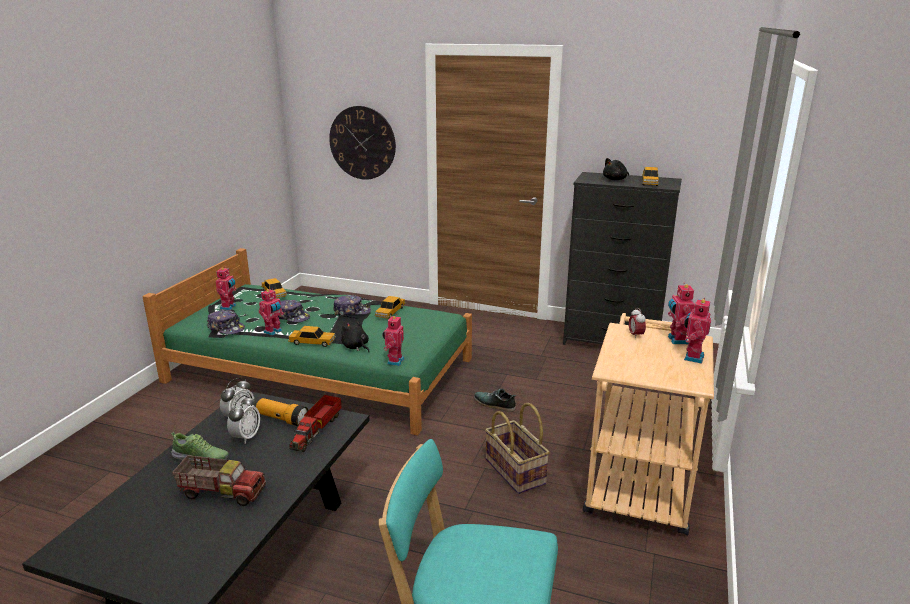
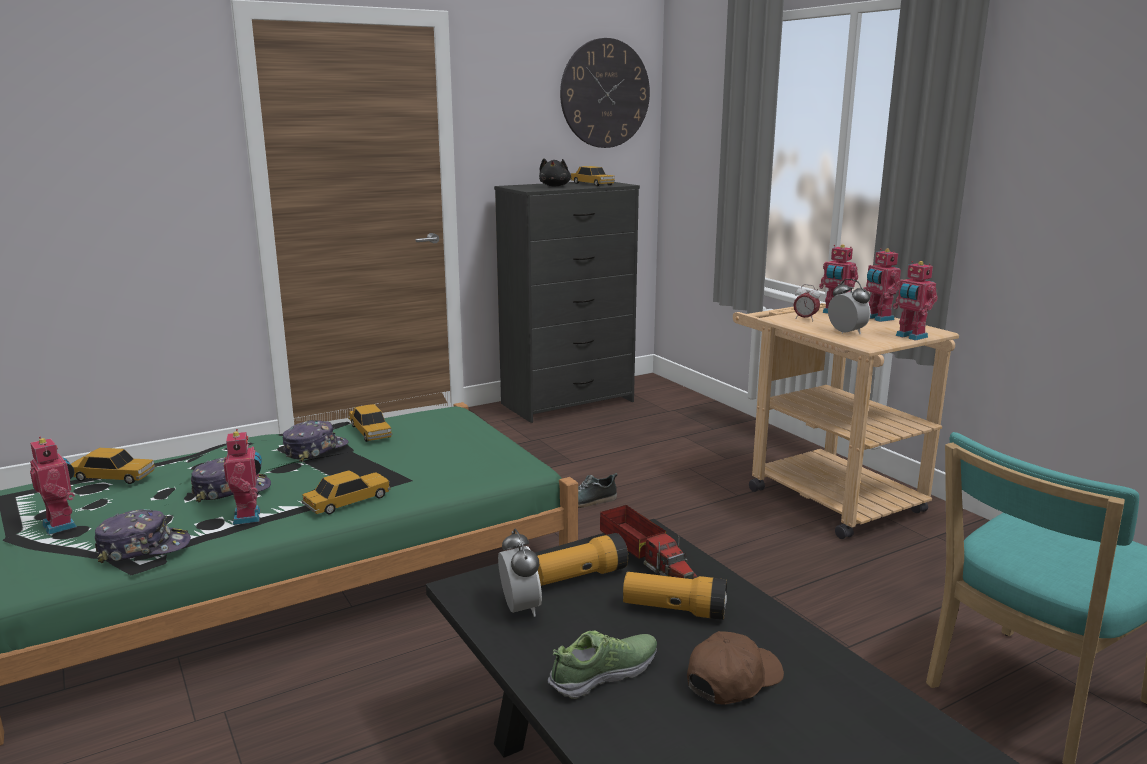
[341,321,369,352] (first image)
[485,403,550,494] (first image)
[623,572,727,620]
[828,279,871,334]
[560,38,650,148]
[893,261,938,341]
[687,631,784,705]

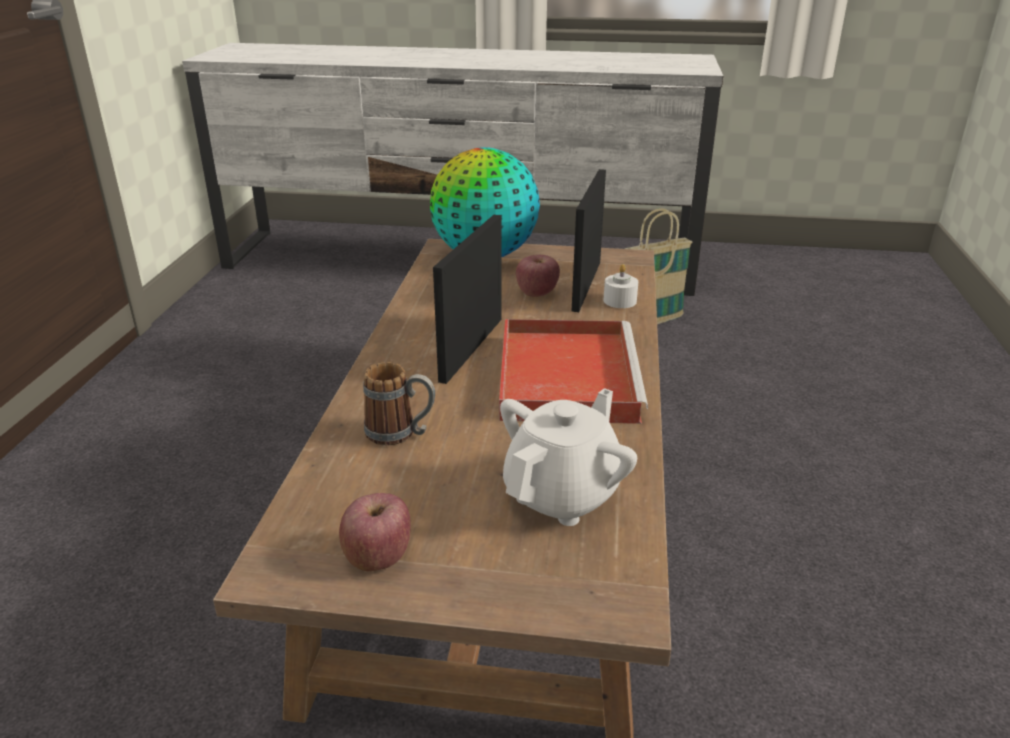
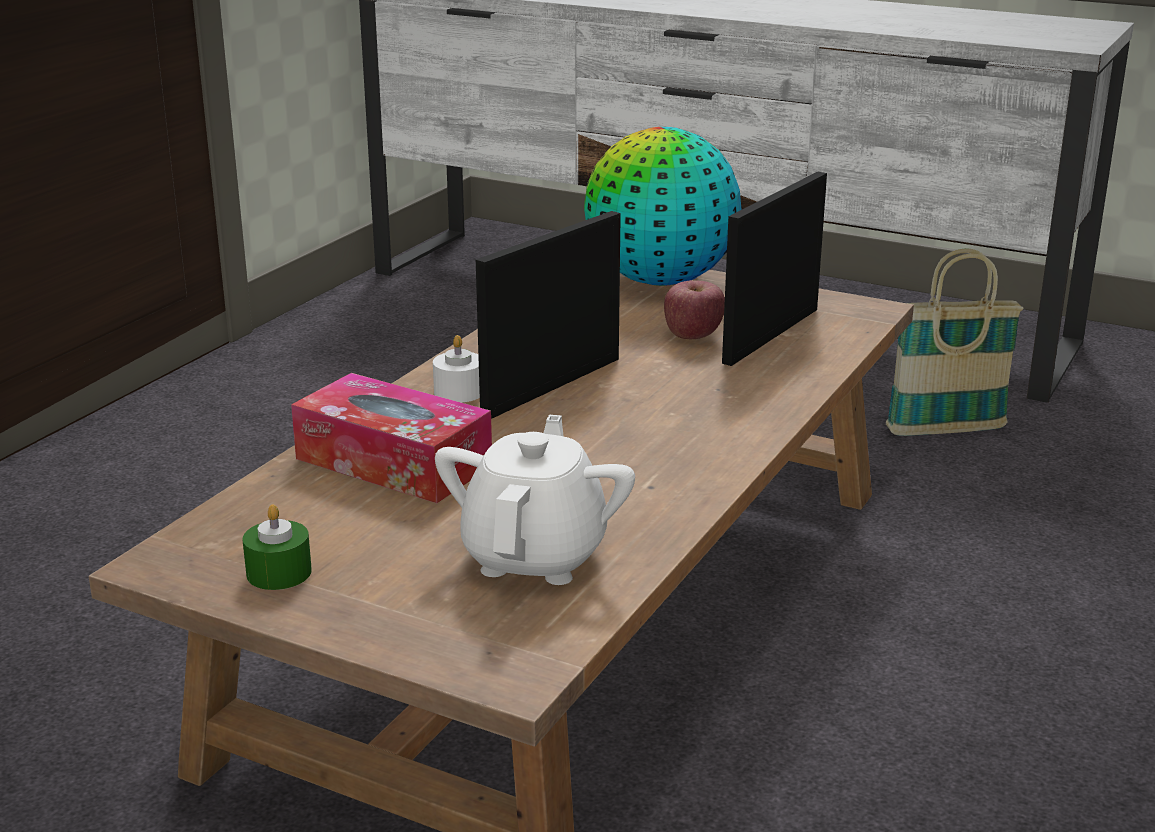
[499,319,648,424] (first image)
[433,335,480,402]
[242,504,312,590]
[291,373,492,503]
[435,415,635,585]

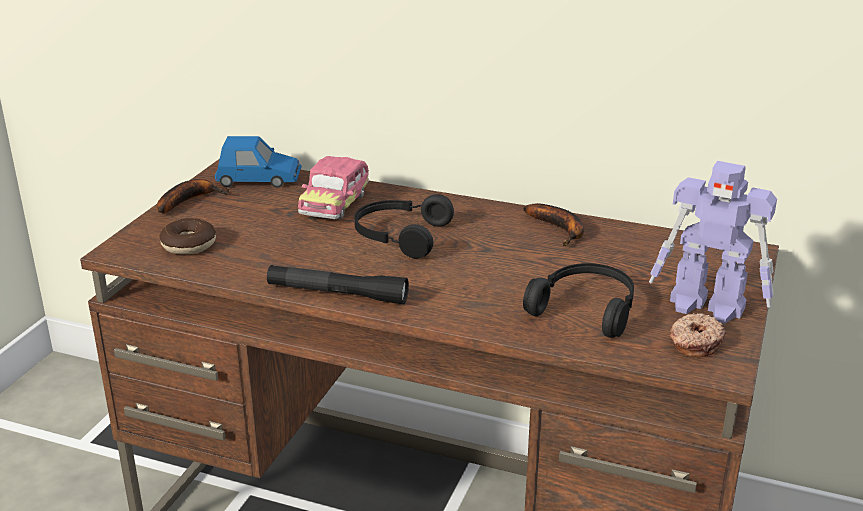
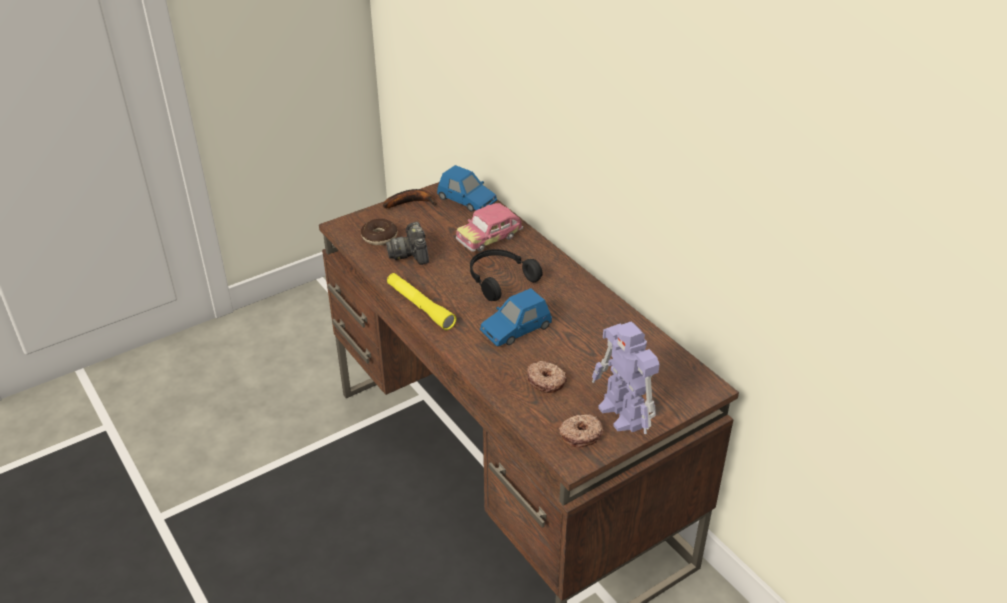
[523,203,584,246] (first image)
[386,222,429,265]
[480,288,552,346]
[527,361,567,393]
[387,273,456,330]

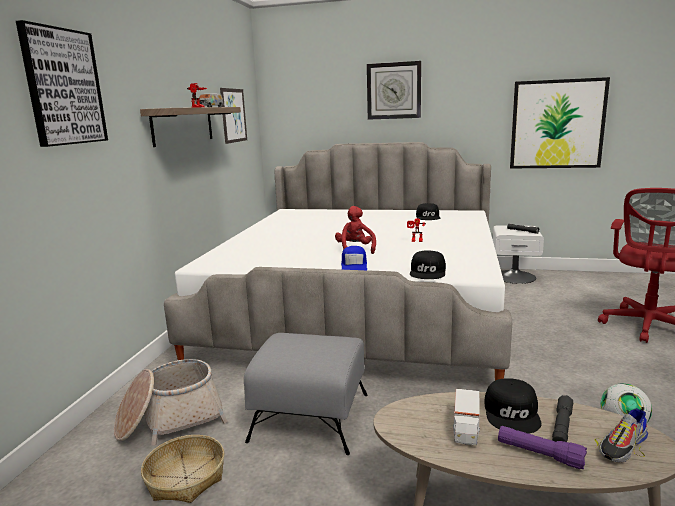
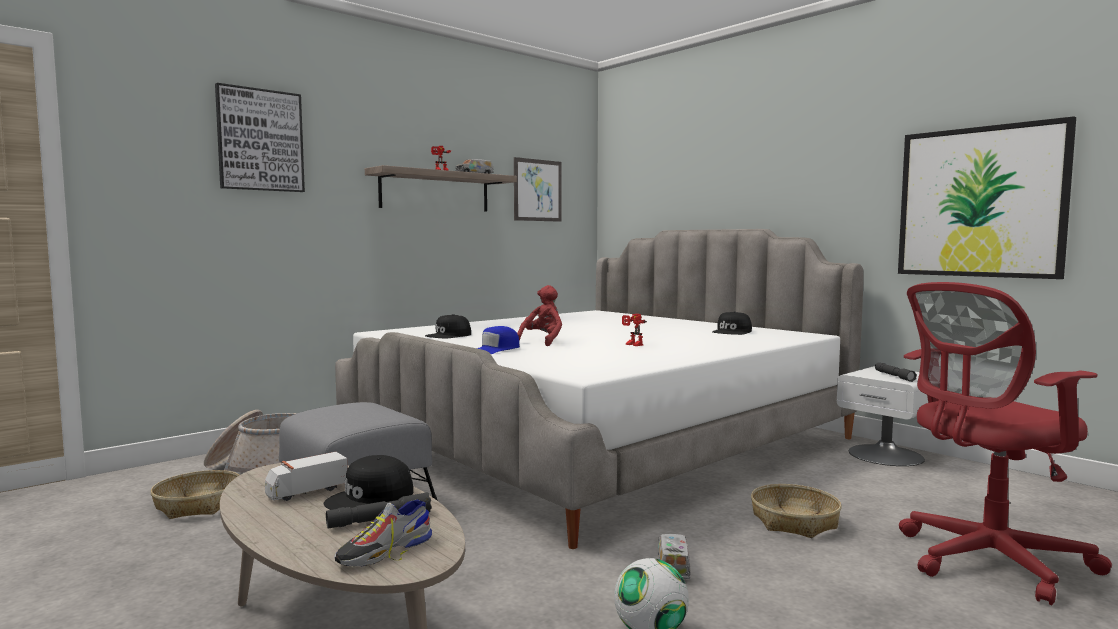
[367,61,421,120] (first image)
[498,426,587,469] (first image)
[658,534,690,579]
[751,484,842,538]
[425,314,471,338]
[334,498,432,566]

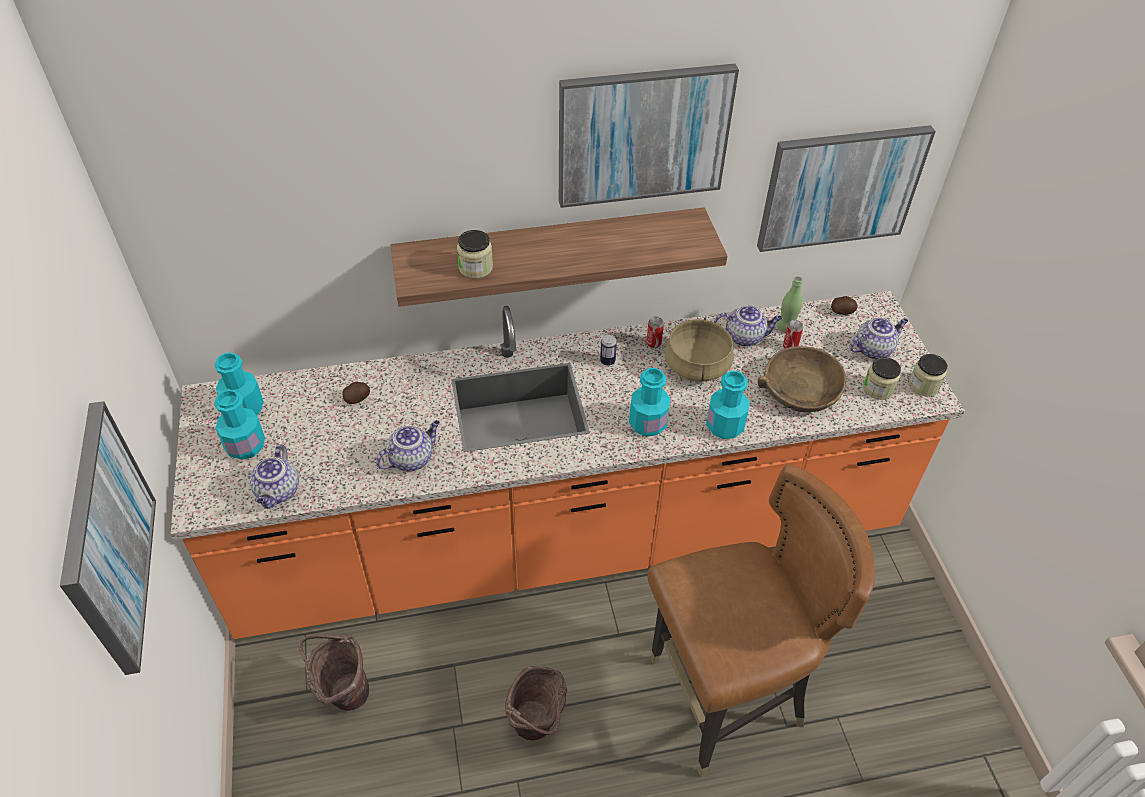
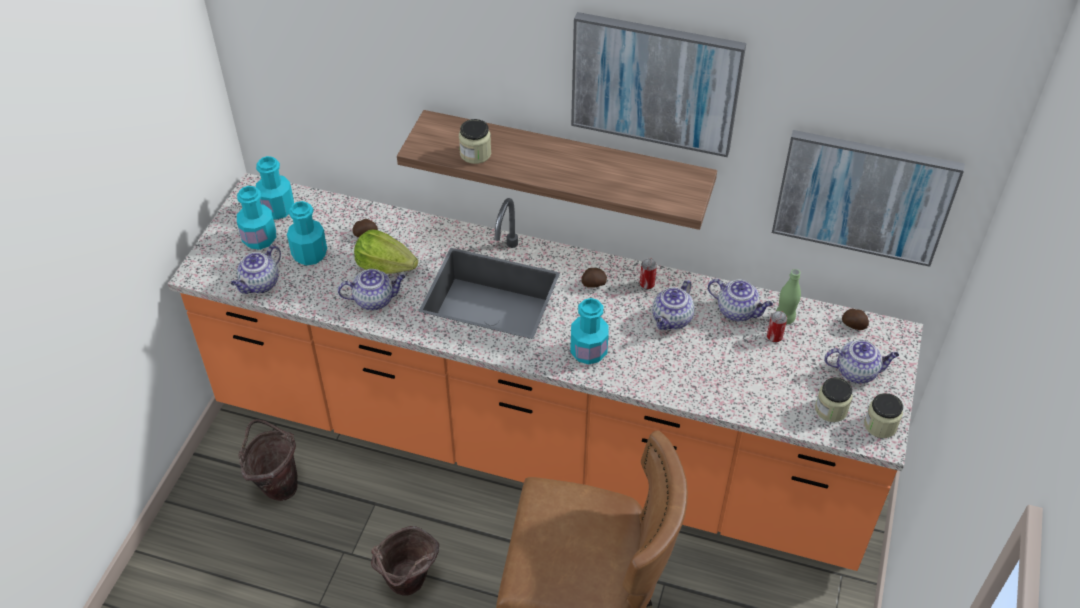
[60,401,156,675] (first image)
[758,346,846,412] (first image)
[354,229,418,274]
[287,201,327,266]
[581,268,607,287]
[652,280,695,330]

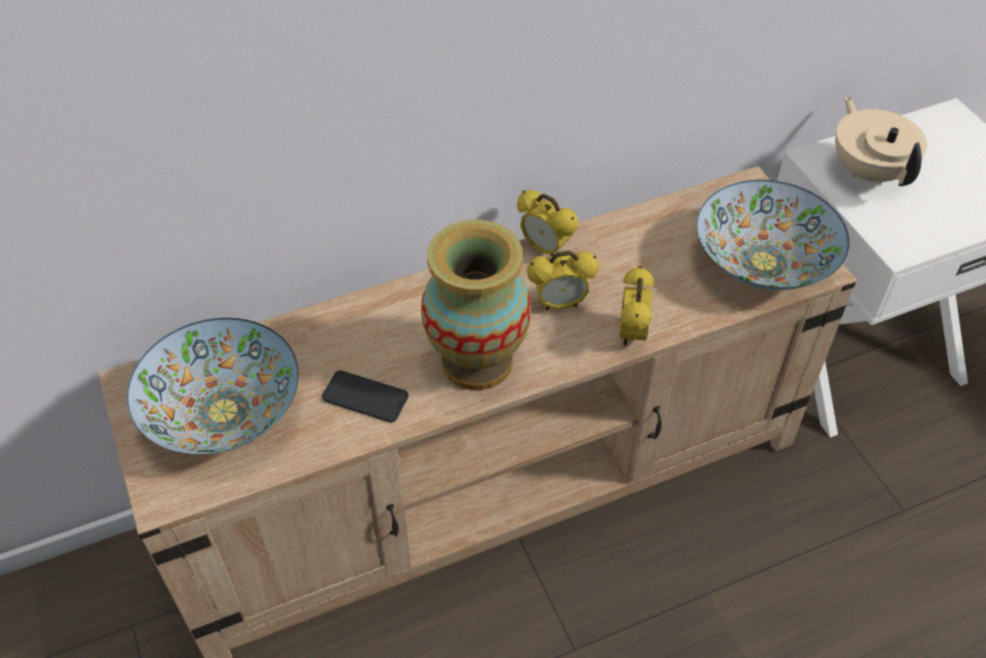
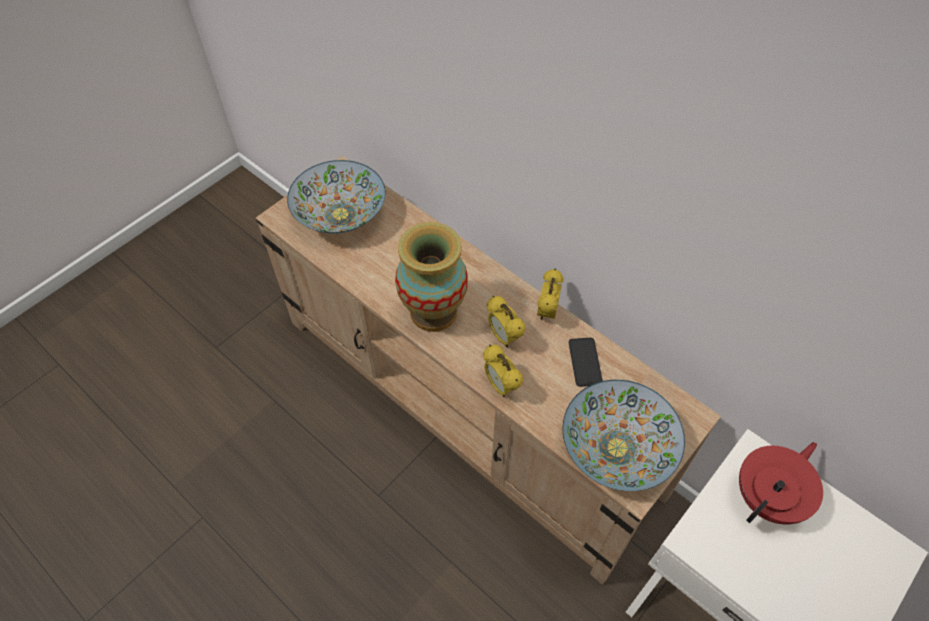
[569,338,603,387]
[739,442,823,525]
[483,344,523,397]

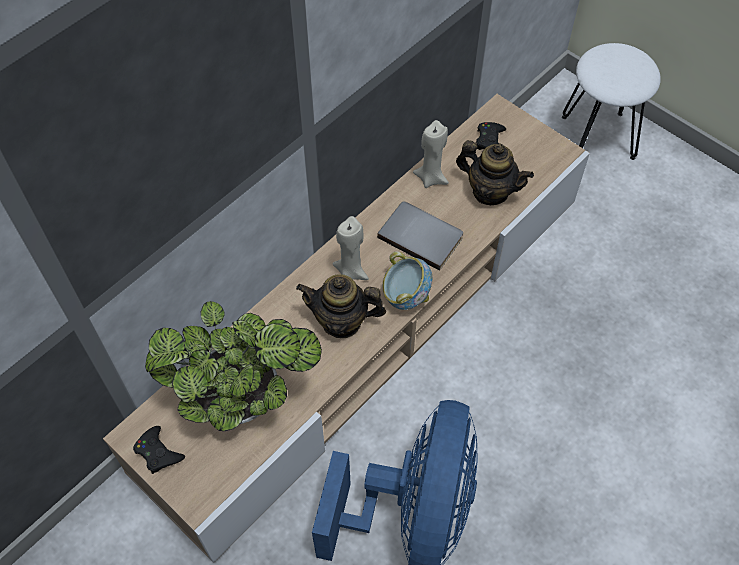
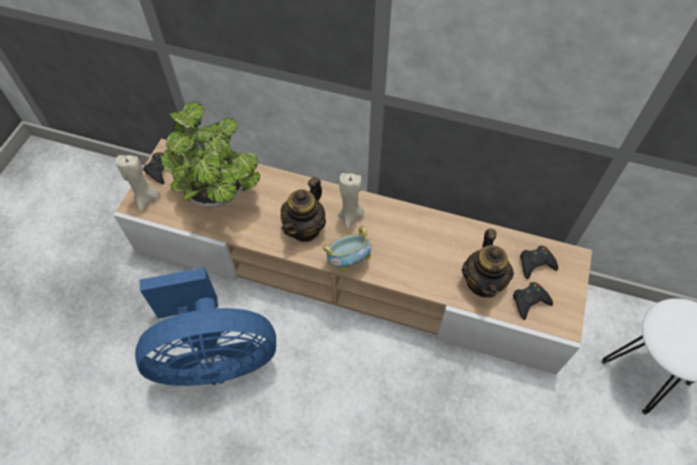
[377,201,463,271] (first image)
[512,282,553,320]
[116,155,159,211]
[281,177,326,242]

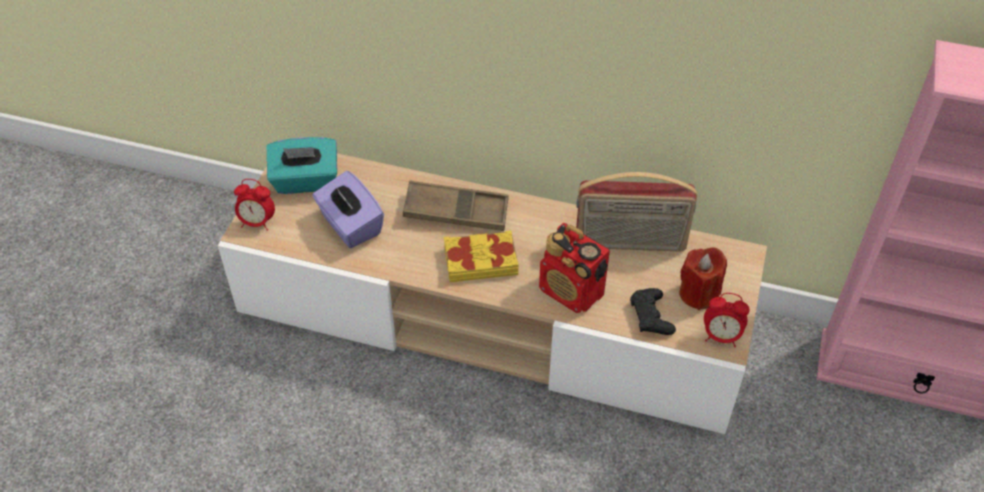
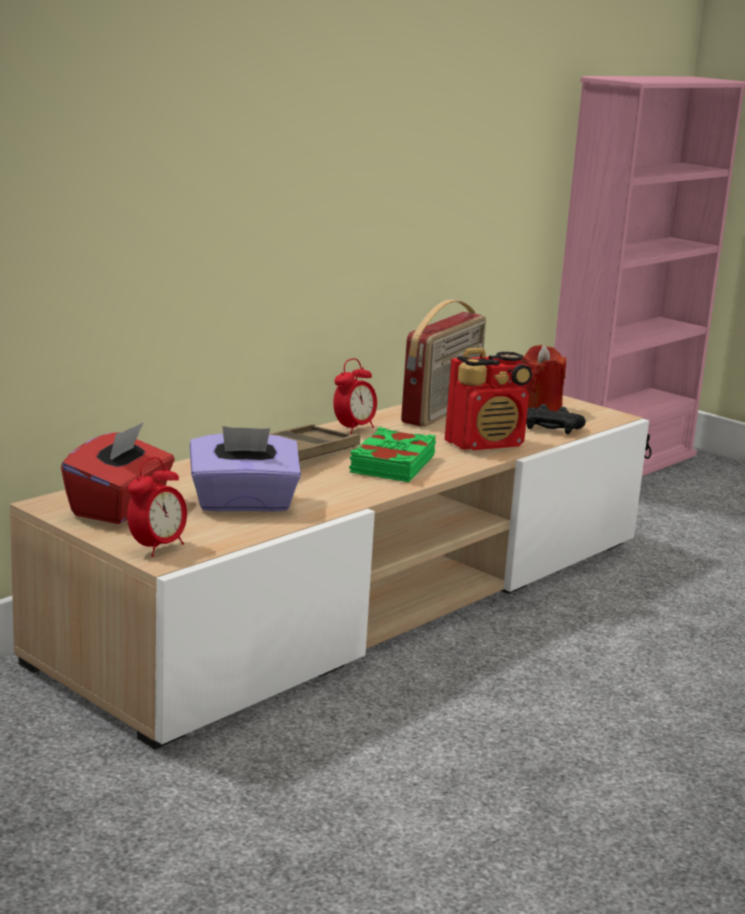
[333,358,377,434]
[61,422,175,524]
[349,427,436,482]

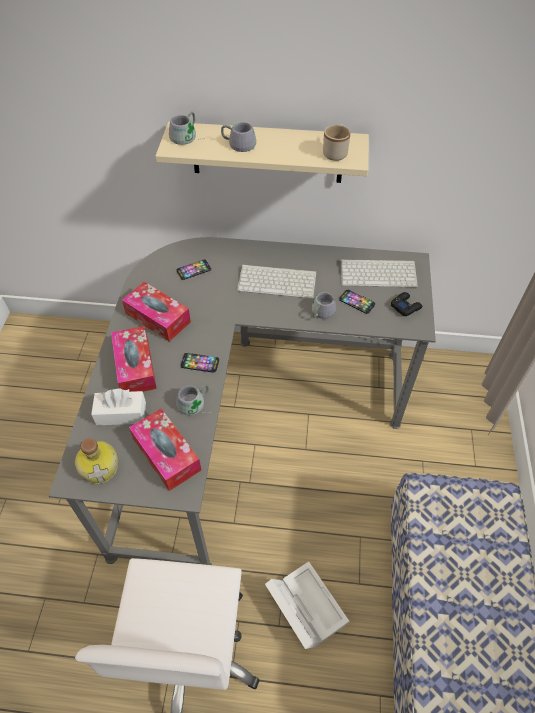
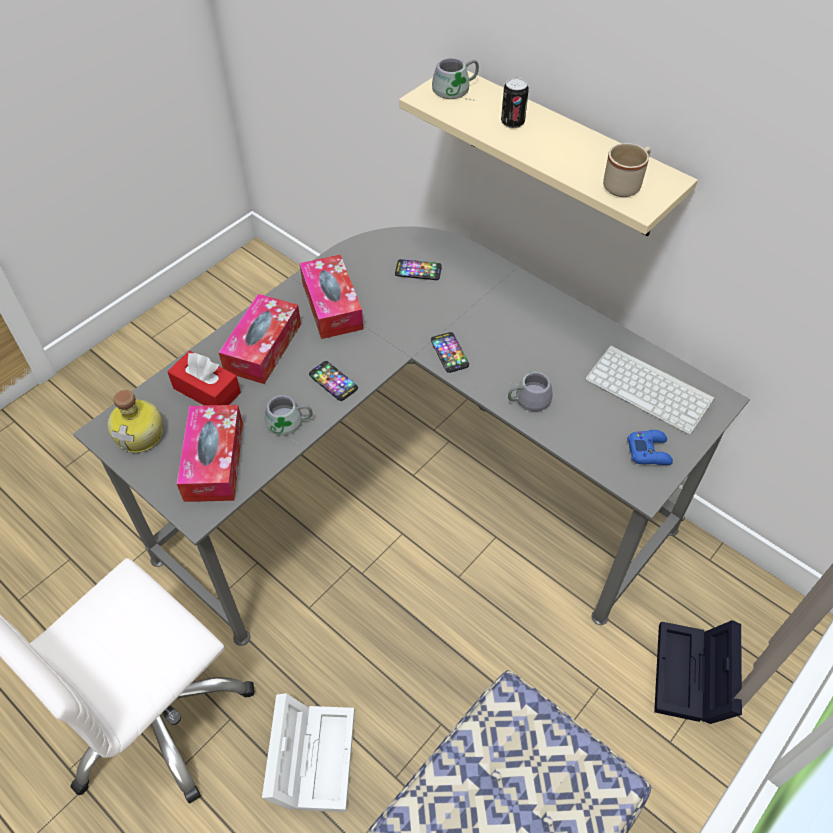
[237,264,316,298] (first image)
[654,620,742,724]
[431,332,469,373]
[501,77,529,129]
[167,351,241,406]
[627,430,673,465]

